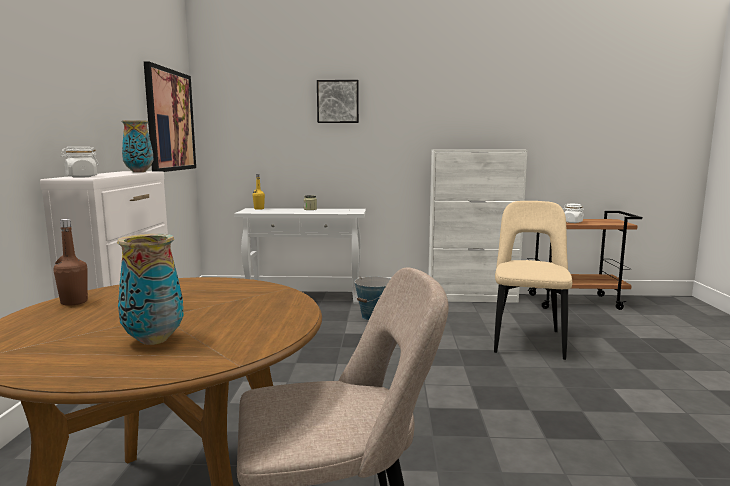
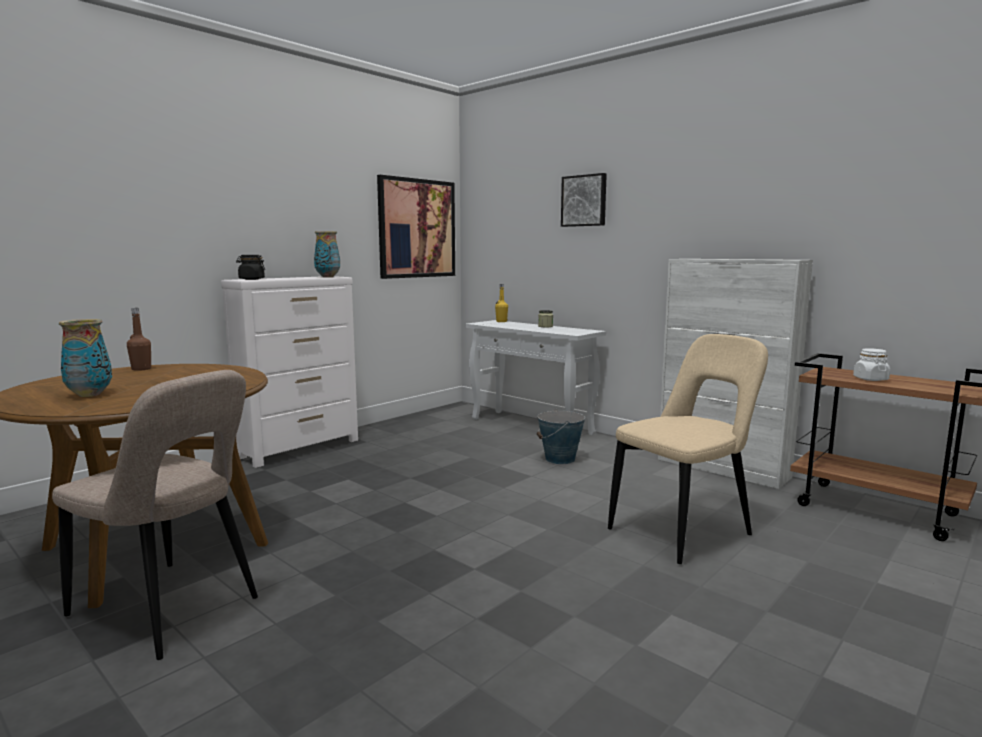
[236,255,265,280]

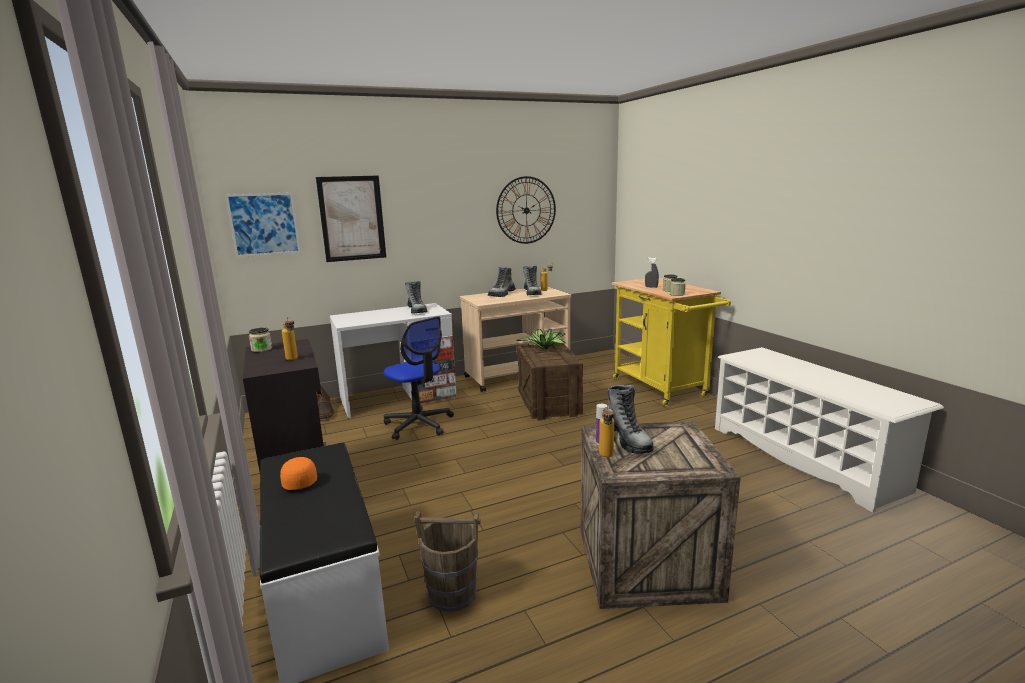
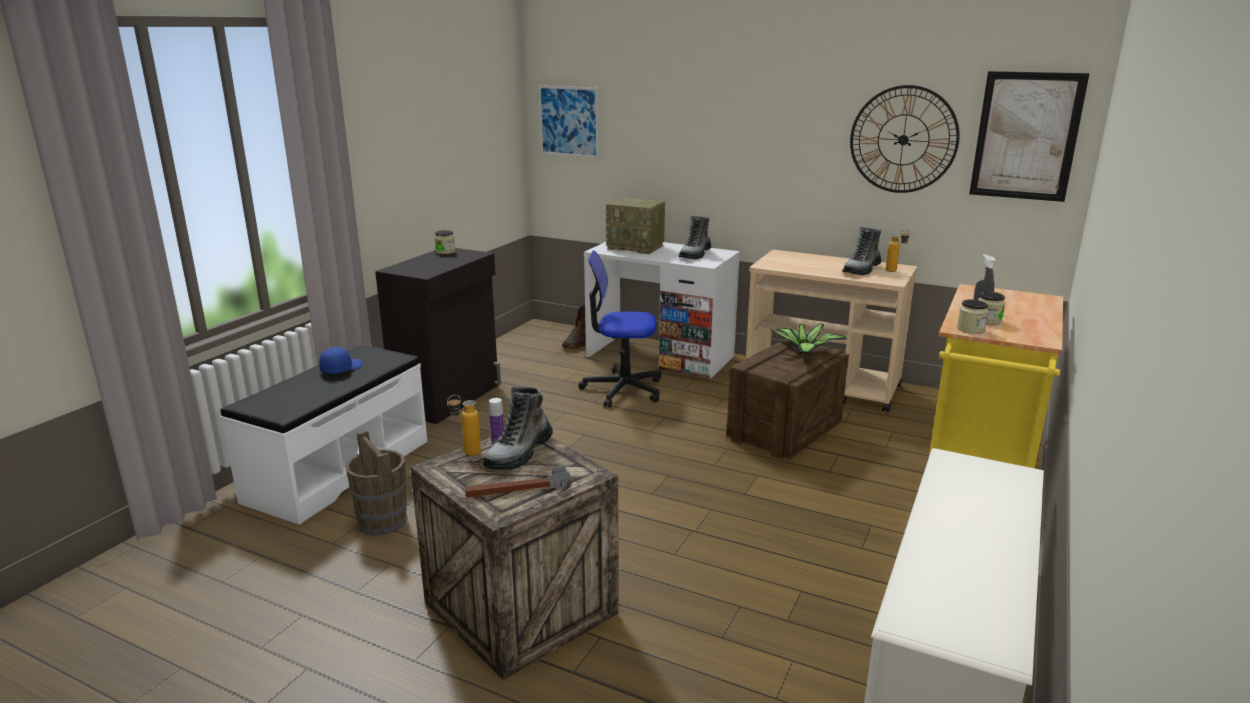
[282,316,298,360] (first image)
[488,267,516,297] (first image)
[465,466,572,498]
[606,197,665,254]
[969,71,1090,202]
[319,347,363,374]
[578,251,661,407]

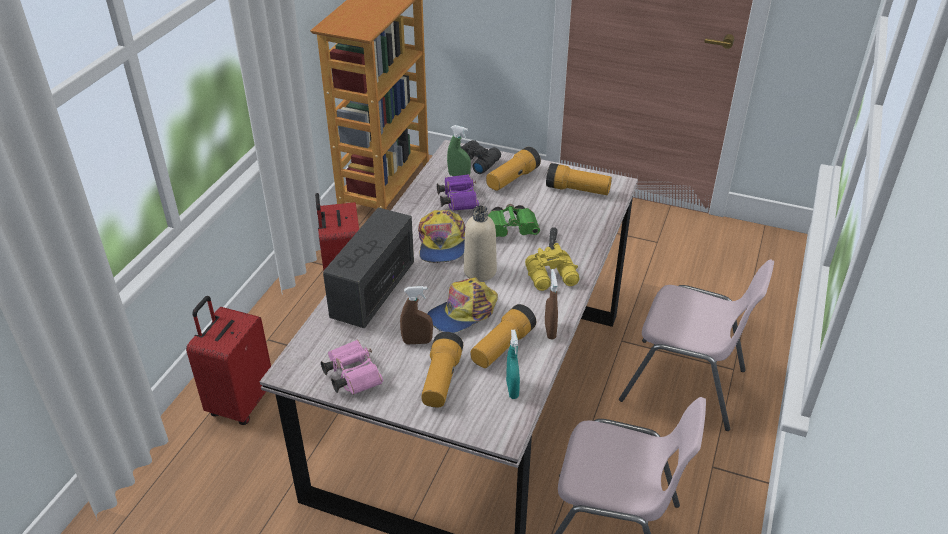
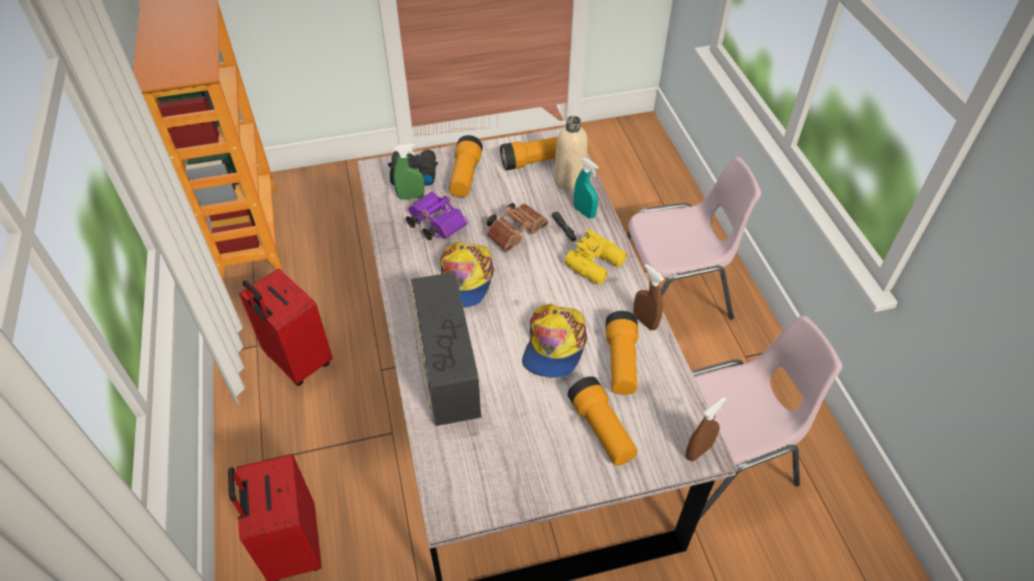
[321,340,383,395] (first image)
[686,397,726,461]
[554,116,588,191]
[574,158,598,218]
[487,203,548,252]
[440,242,495,308]

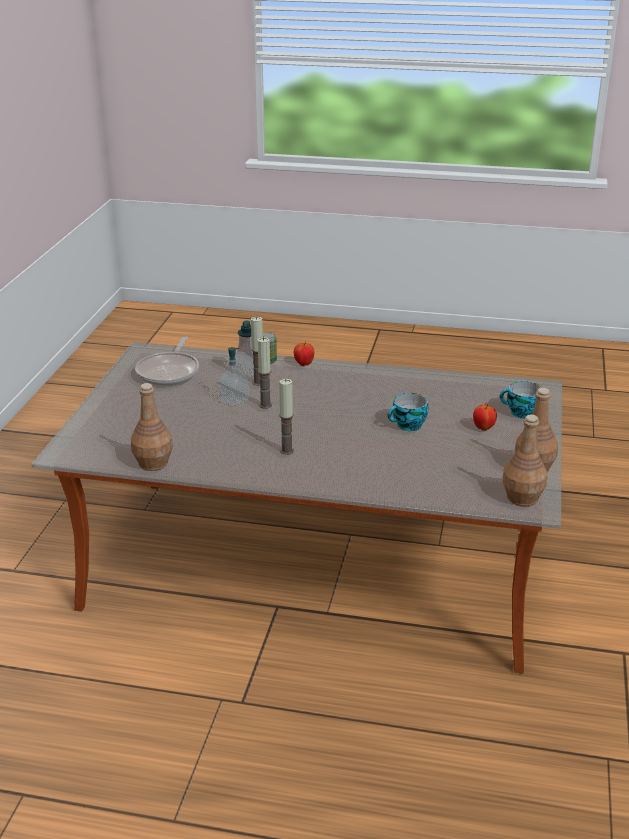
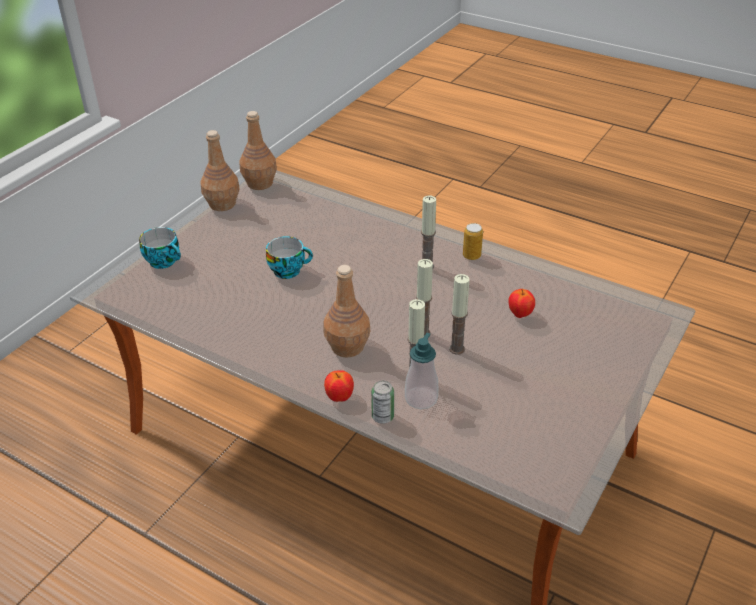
[135,336,199,386] (first image)
[463,223,483,260]
[323,265,370,358]
[509,289,535,318]
[449,274,469,355]

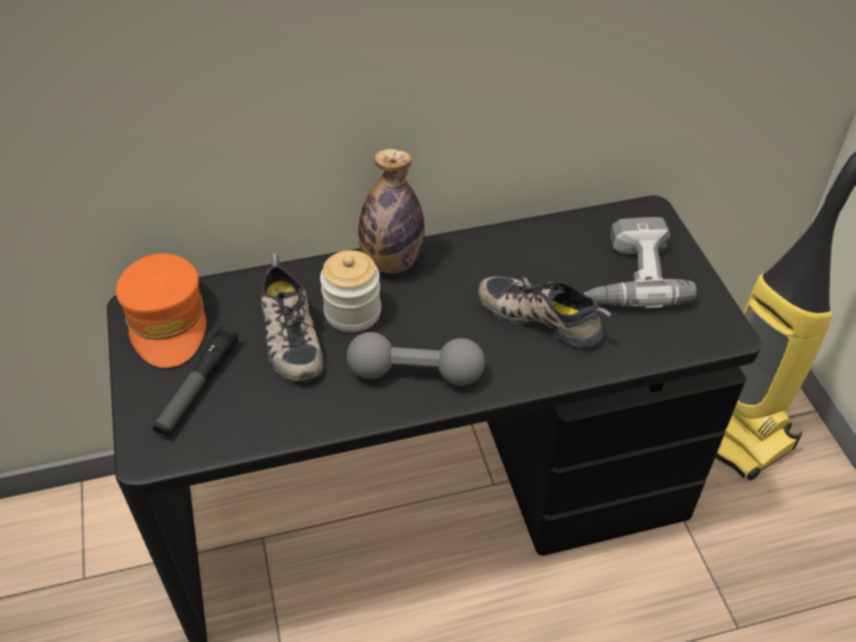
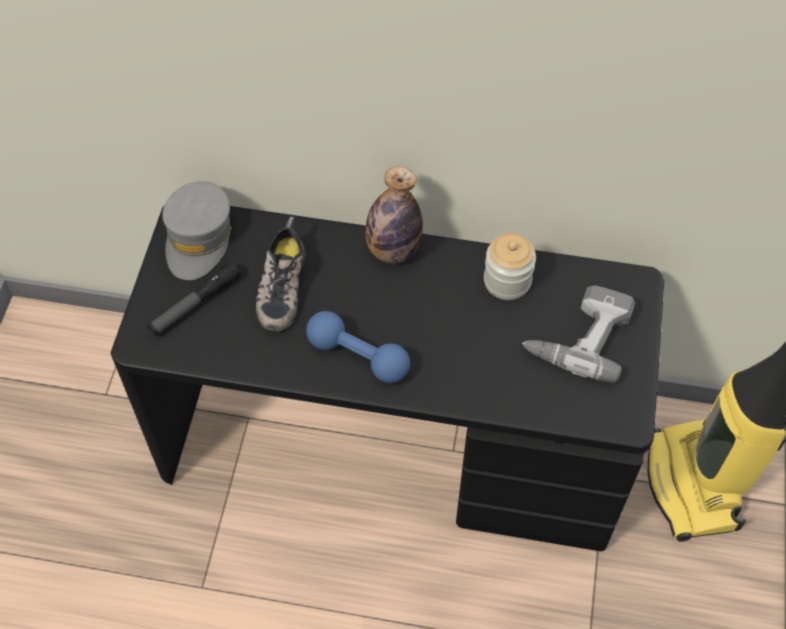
[478,276,612,351] (first image)
[484,233,536,300]
[162,181,232,280]
[306,311,410,383]

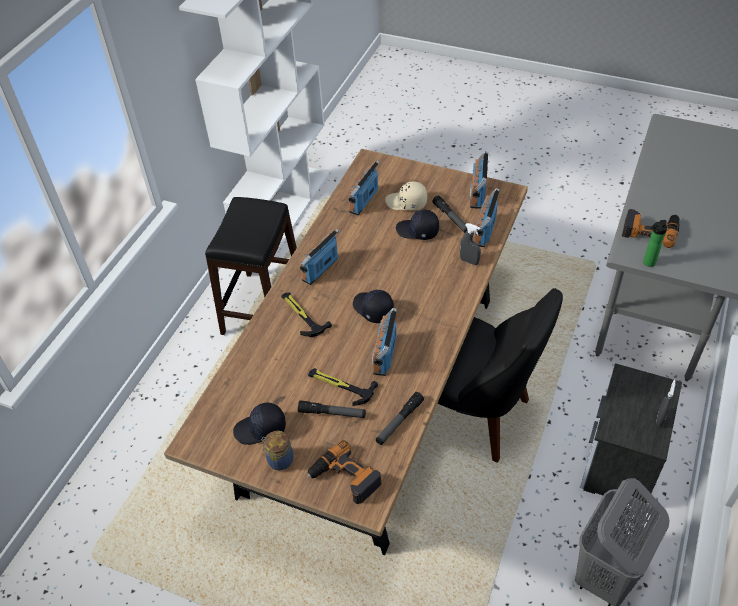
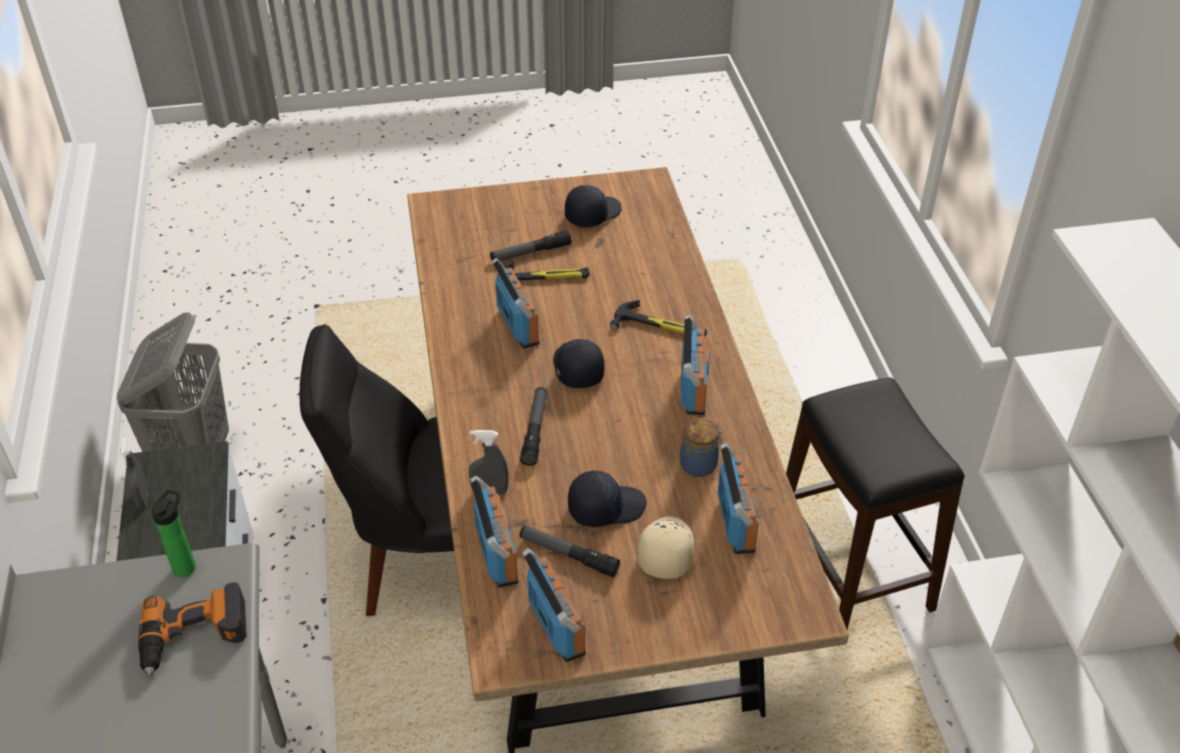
[307,440,381,504] (first image)
[680,418,724,477]
[520,387,547,466]
[553,339,604,388]
[637,516,694,579]

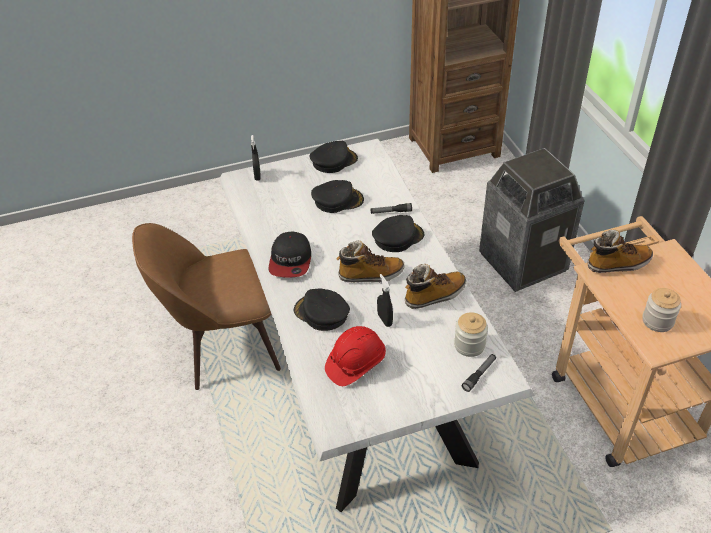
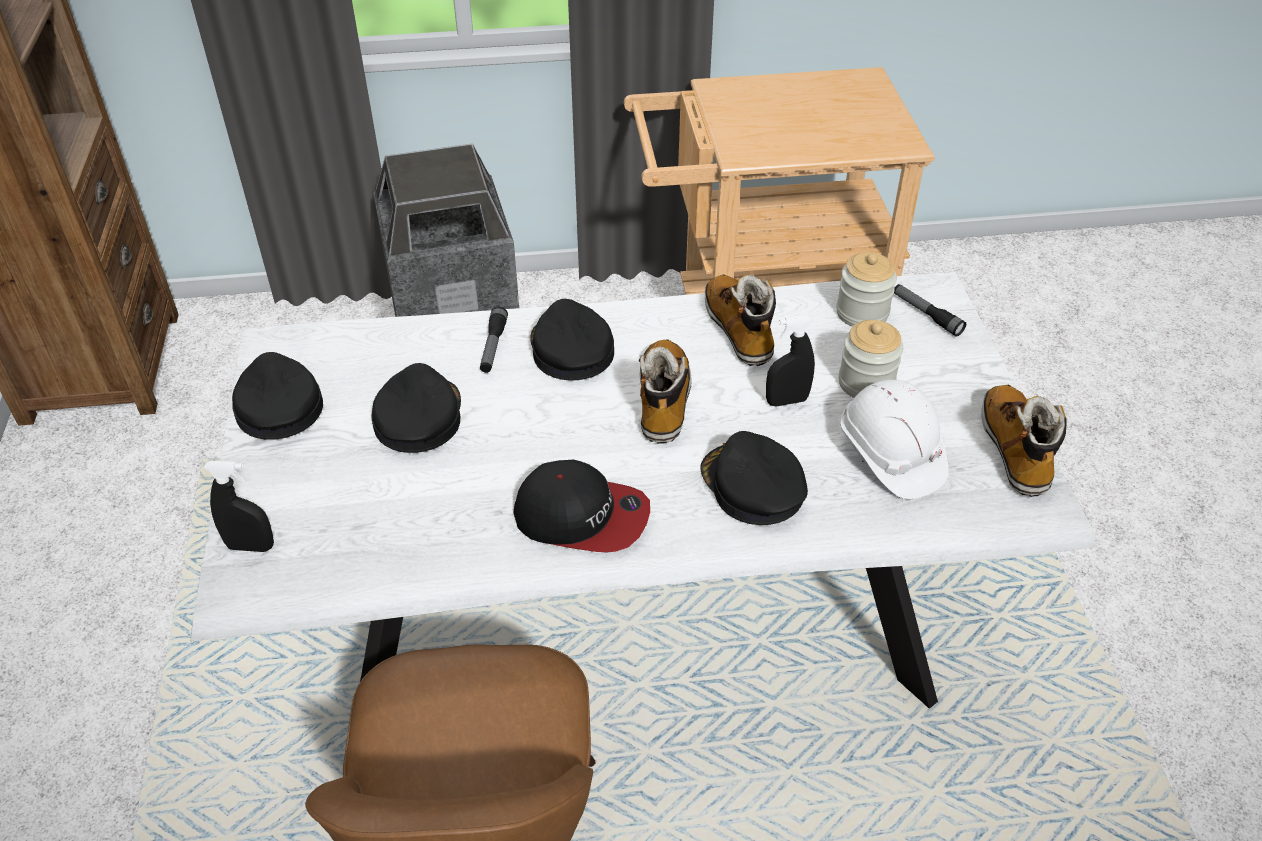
[981,385,1067,497]
[838,320,903,398]
[841,380,948,499]
[701,431,808,525]

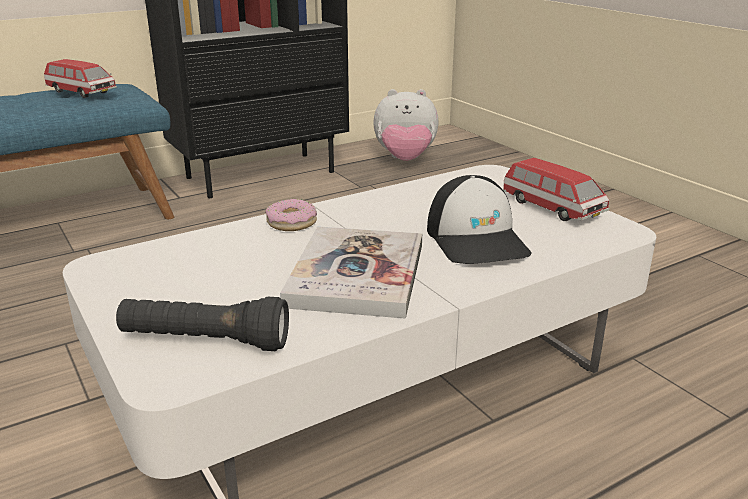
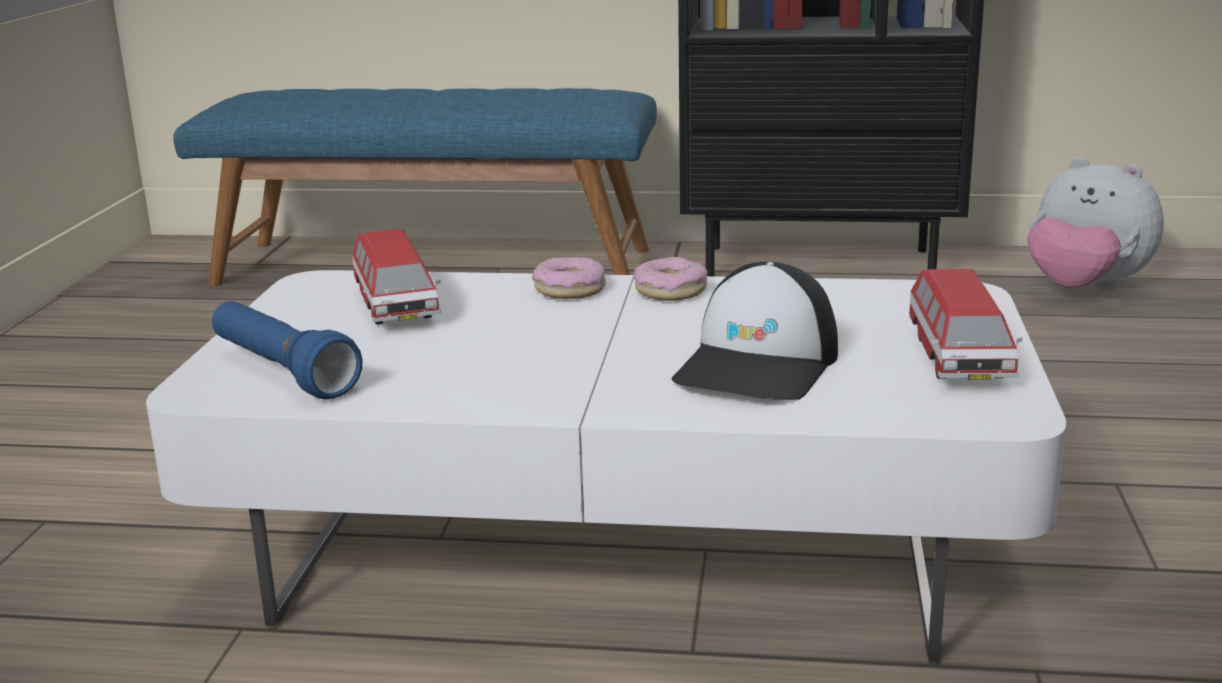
[280,226,422,319] (first image)
[633,257,707,301]
[352,229,441,325]
[212,301,363,400]

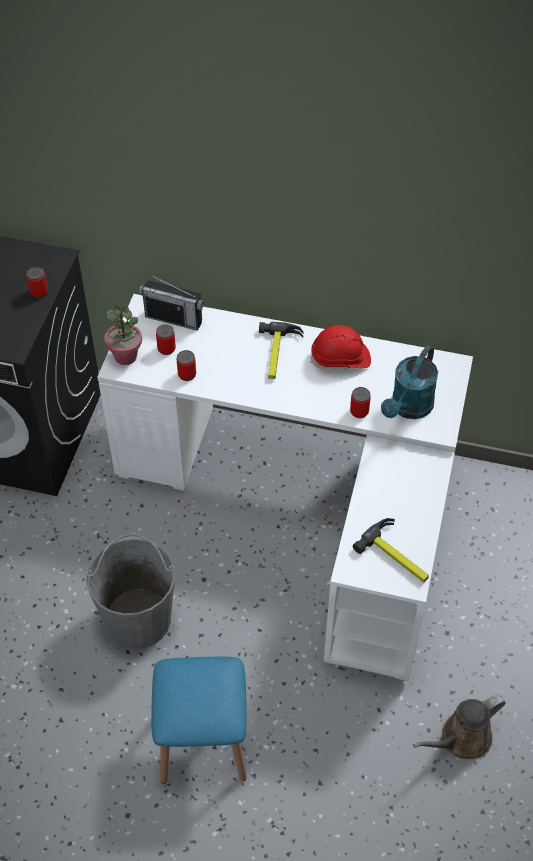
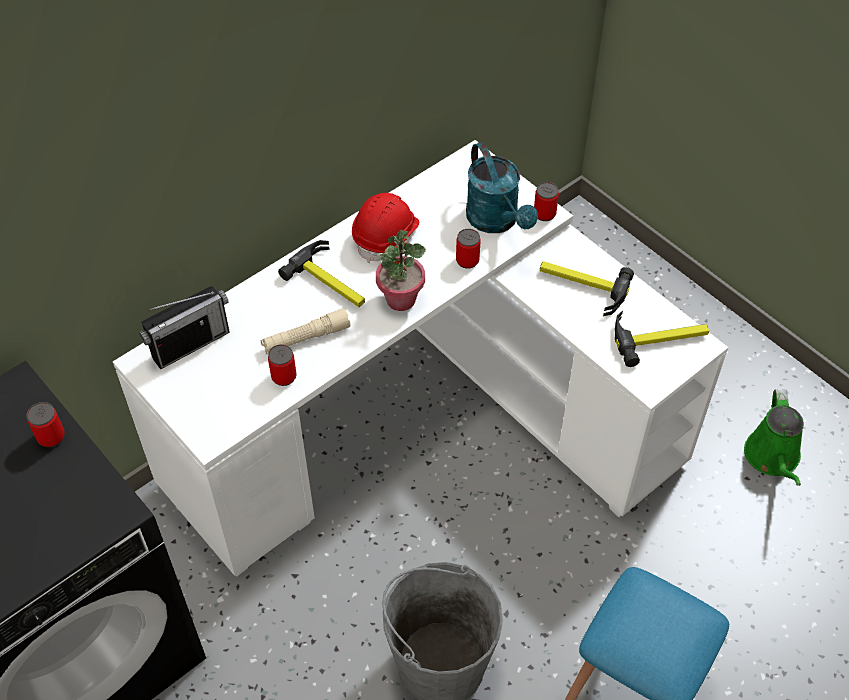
[261,309,351,354]
[540,261,634,316]
[376,229,426,311]
[534,182,559,221]
[744,389,804,486]

